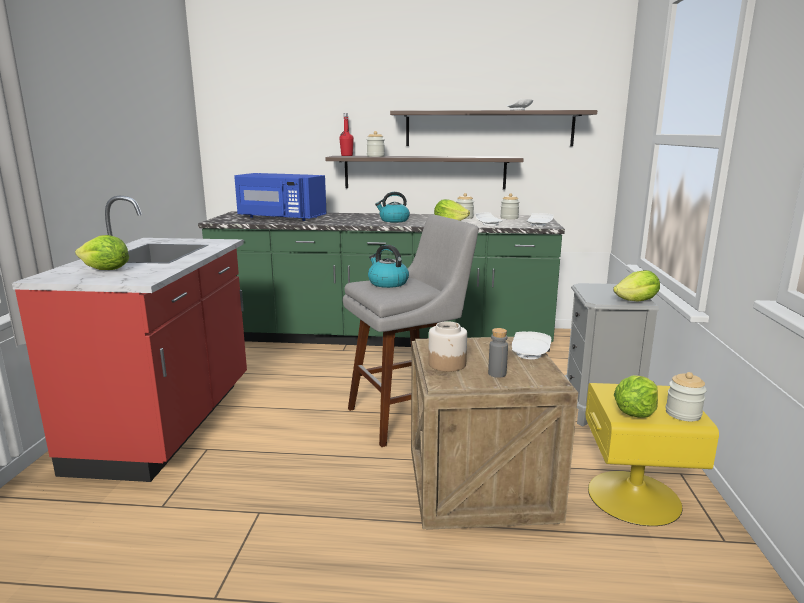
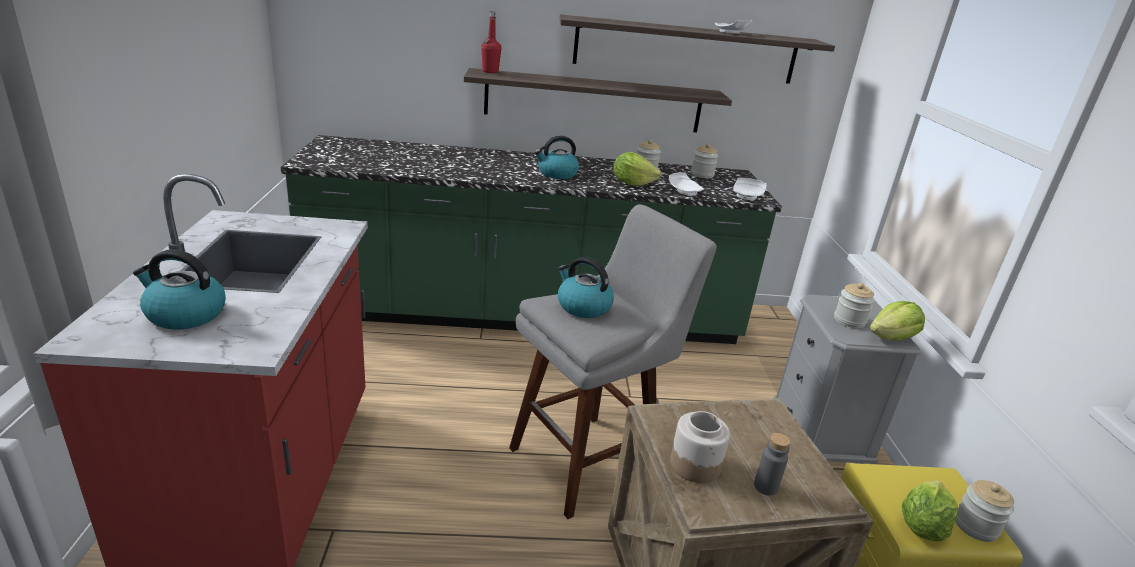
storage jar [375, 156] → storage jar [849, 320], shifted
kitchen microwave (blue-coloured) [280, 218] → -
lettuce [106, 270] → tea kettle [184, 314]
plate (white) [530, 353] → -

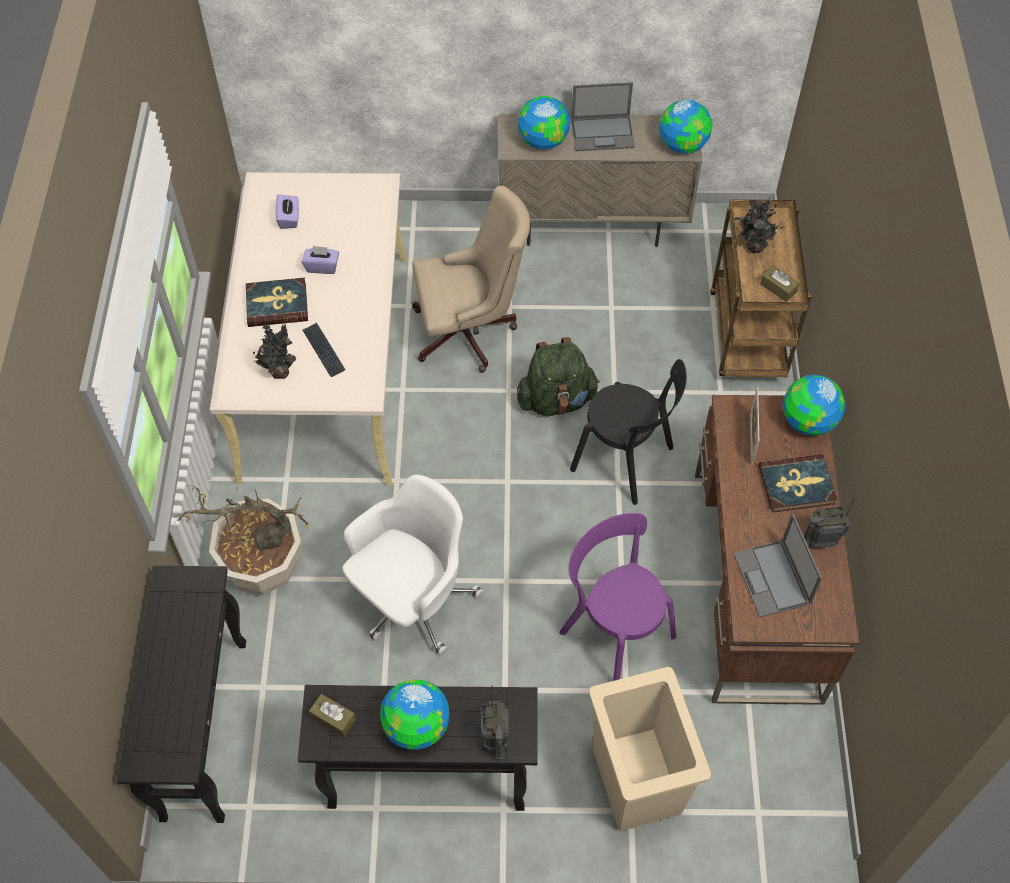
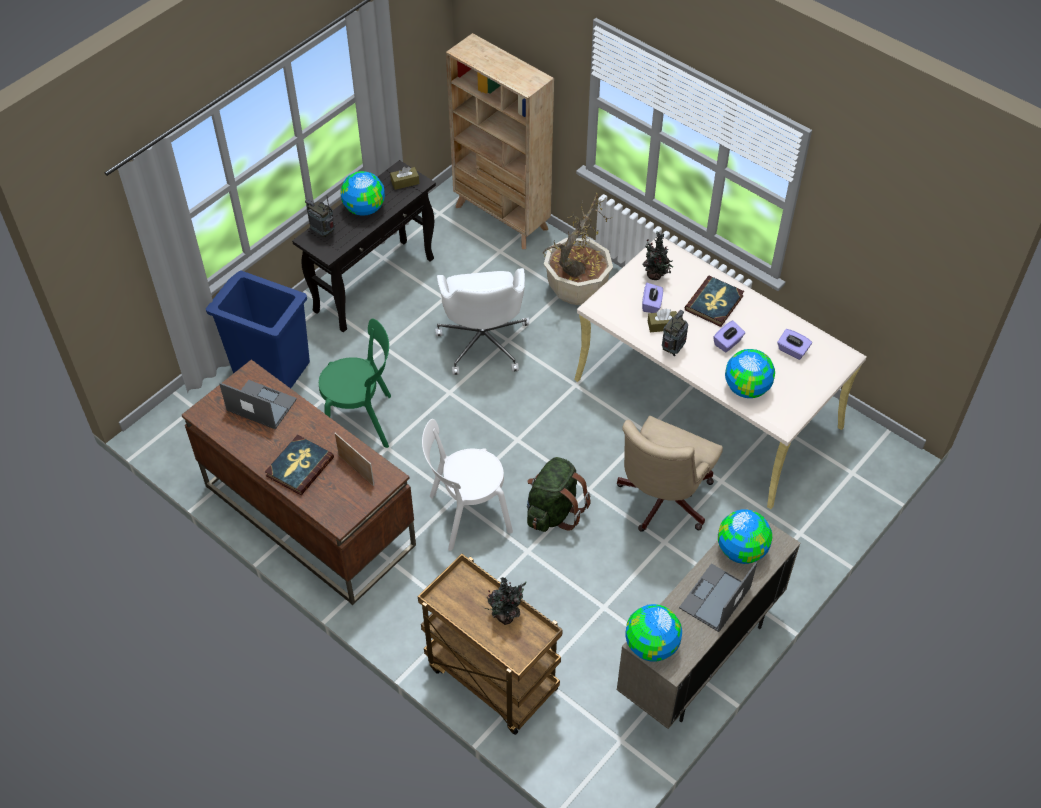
tissue holder (brownish) [778, 288] → tissue holder (brownish) [662, 325], shifted
keyboard [323, 350] → tissue holder (purple) [652, 304]
plain chair (blackish) [626, 461] → plain chair (white) [466, 515]
desk globe [808, 422] → desk globe [746, 388], shifted
radio set [820, 541] → radio set [673, 349], shifted
plain chair (purple) [614, 630] → plain chair (green-coloured) [362, 421]
narrow table (blackish) [204, 727] → bookshelf (beige-coloured) [501, 218]
trash can (beige-coloured) [635, 782] → trash can (blue-coloured) [271, 367]

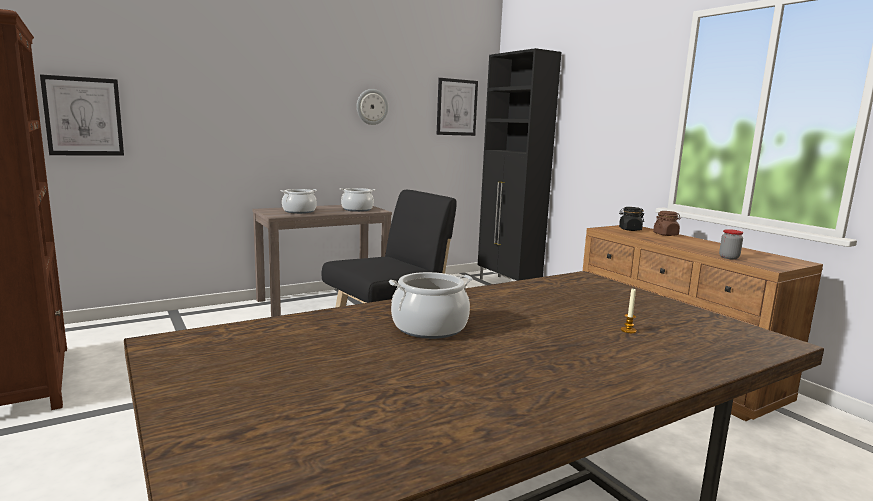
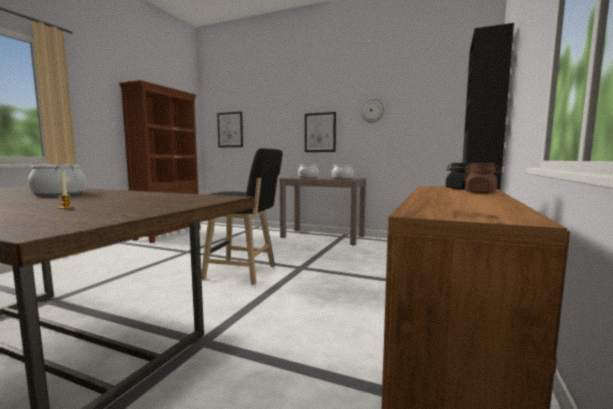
wall art [456, 107] → wall art [320, 132], shifted
storage jar [729, 257] → -

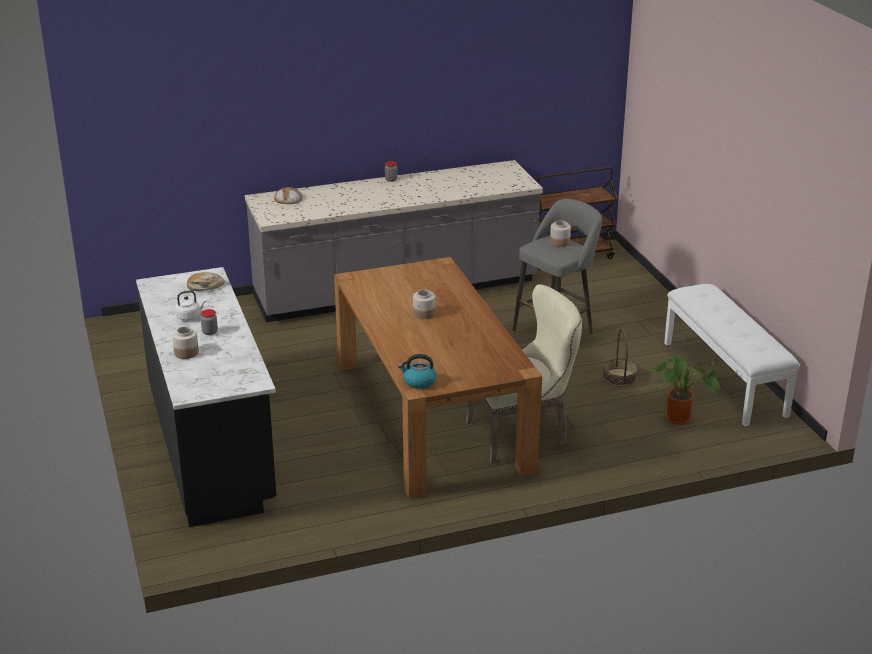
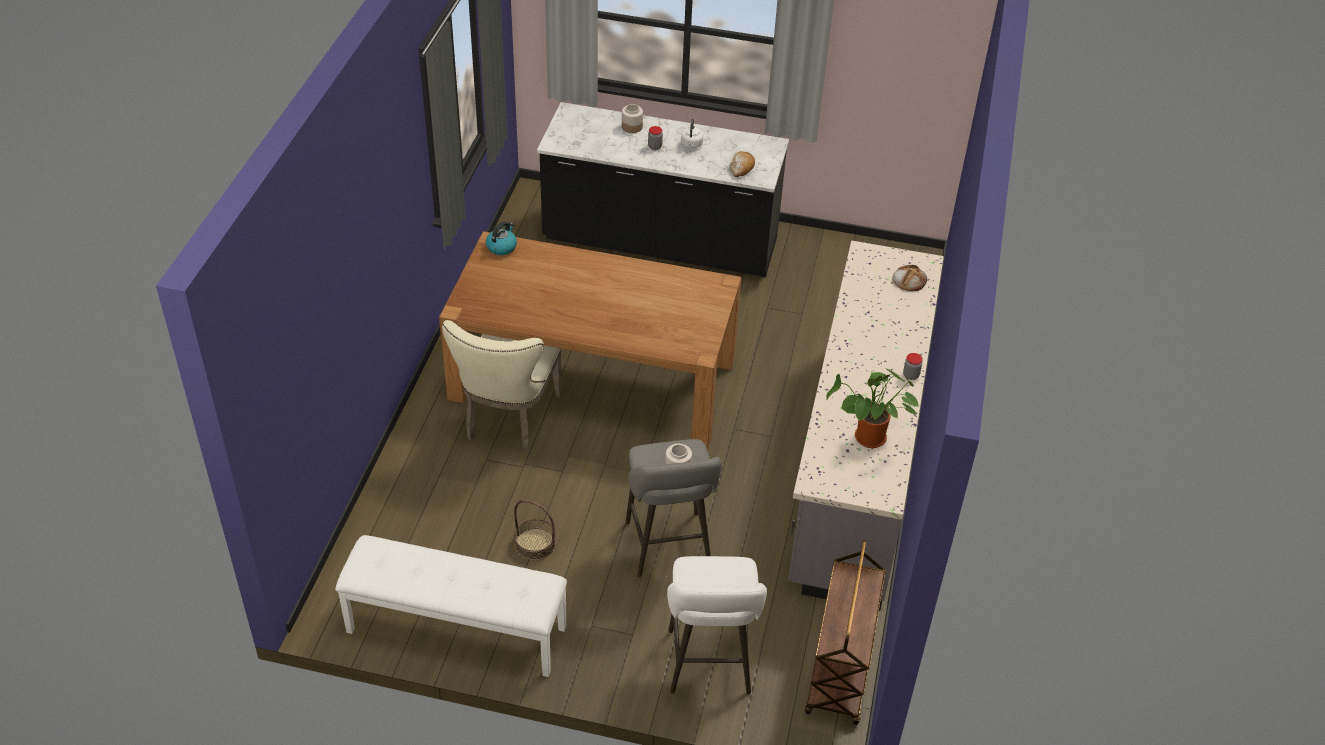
storage jar [424, 314] → -
potted plant [681, 418] → potted plant [868, 440], shifted
- → sitting stool (white) [709, 667]

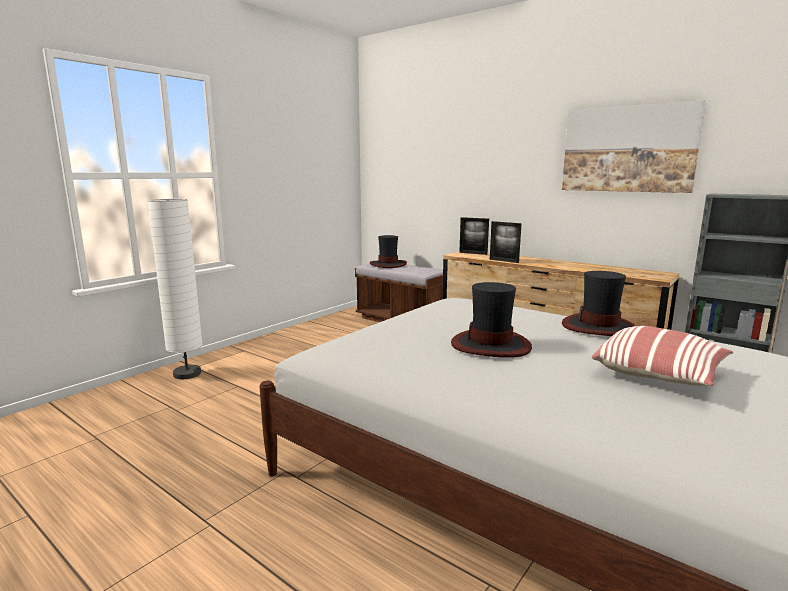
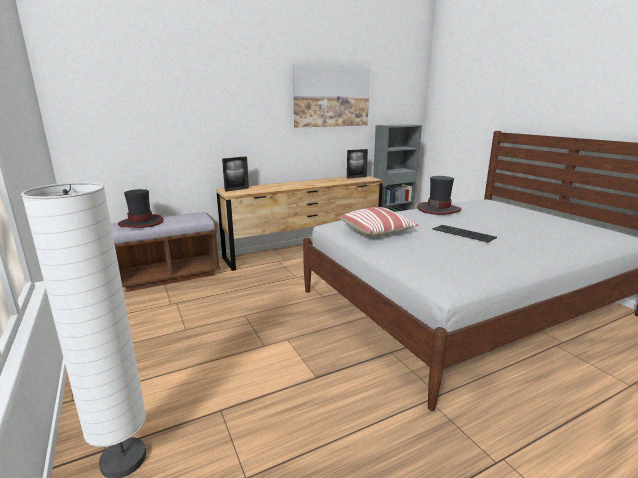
photo frame [504, 261] → photo frame [356, 177], shifted
clothing hat [491, 345] → keyboard [463, 233]
cushion [660, 374] → cushion [377, 231], shifted

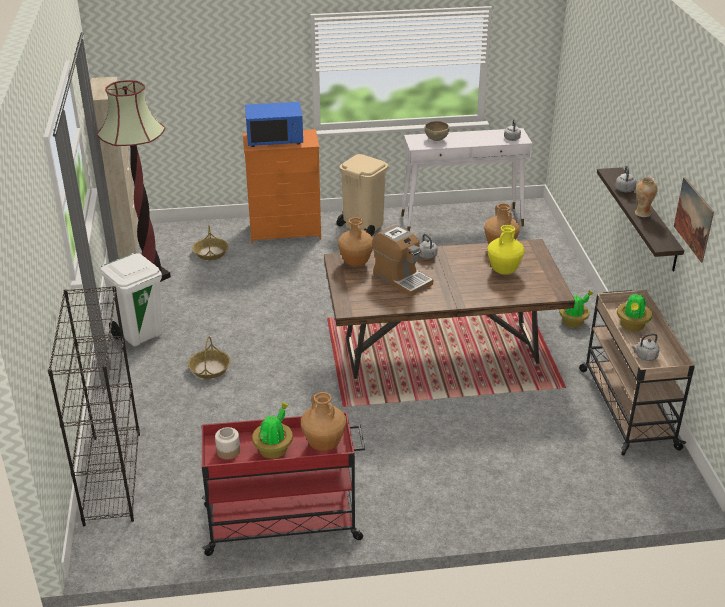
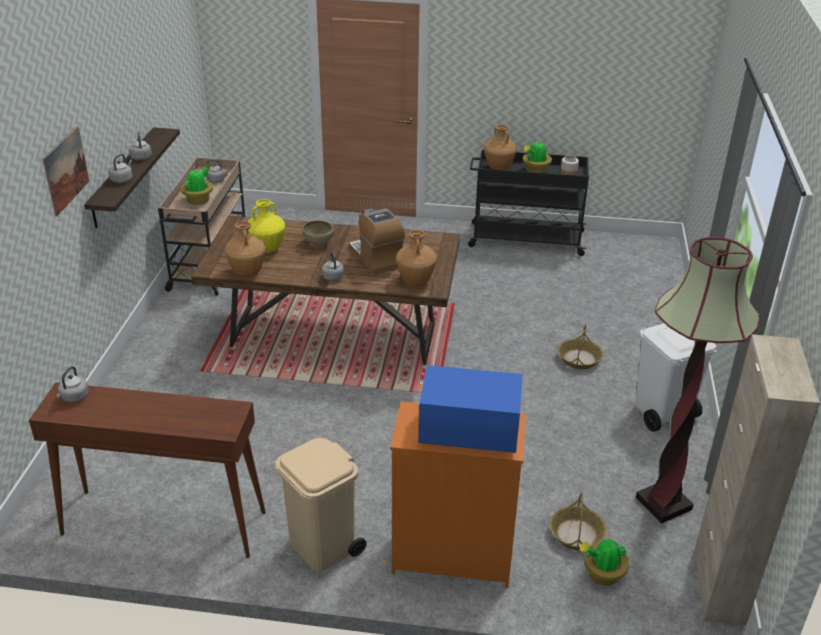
bowl (brownish) [436, 140] → bowl (brownish) [318, 244], shifted
narrow table (white) [462, 220] → narrow table (brownish) [163, 523]
flower vase [642, 213] → tea kettle (greyish) [141, 157]
wall art [693, 219] → wall art [66, 170], shifted
bookshelf (blackish) [112, 477] → -
potted plant [573, 322] → potted plant [602, 575], shifted
cart (red-coloured) [284, 523] → cart (blackish) [525, 239]

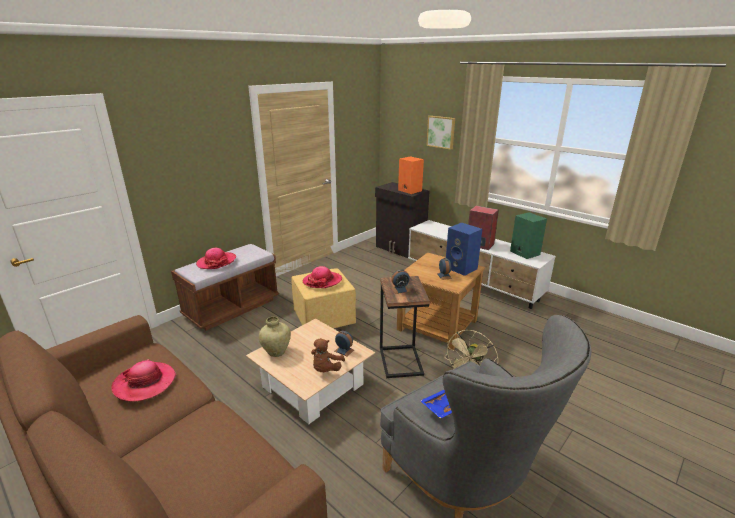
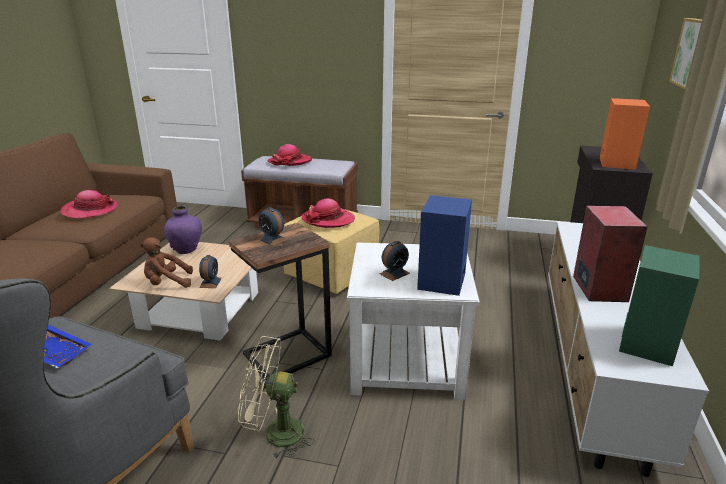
accent table (brownish) [437, 325] → accent table (white) [407, 361]
flower vase (beige-coloured) [276, 352] → flower vase (purple) [186, 250]

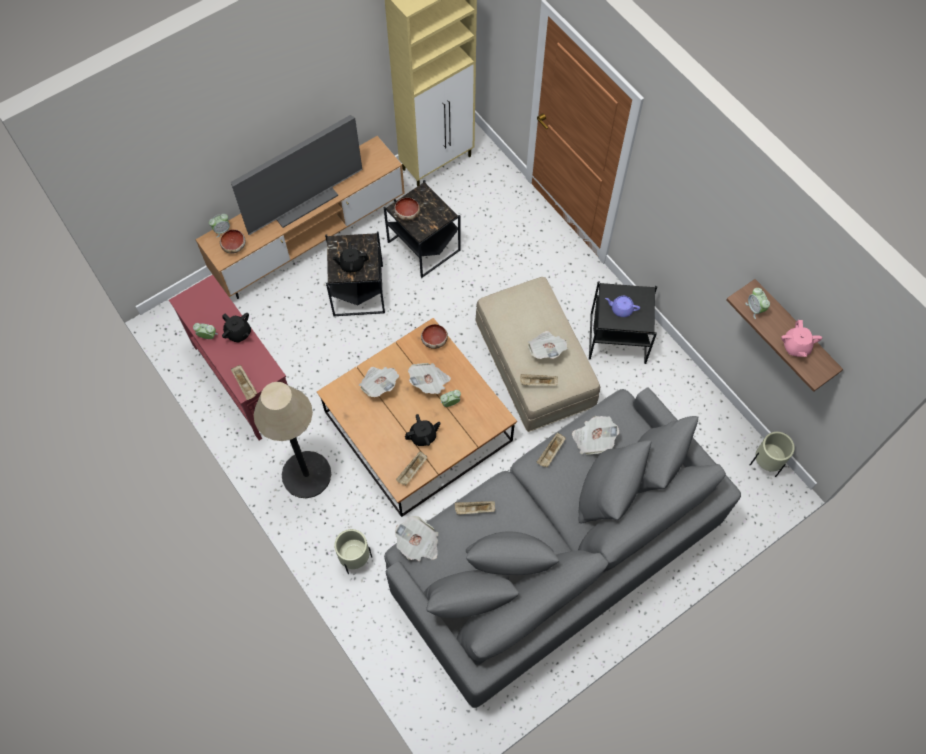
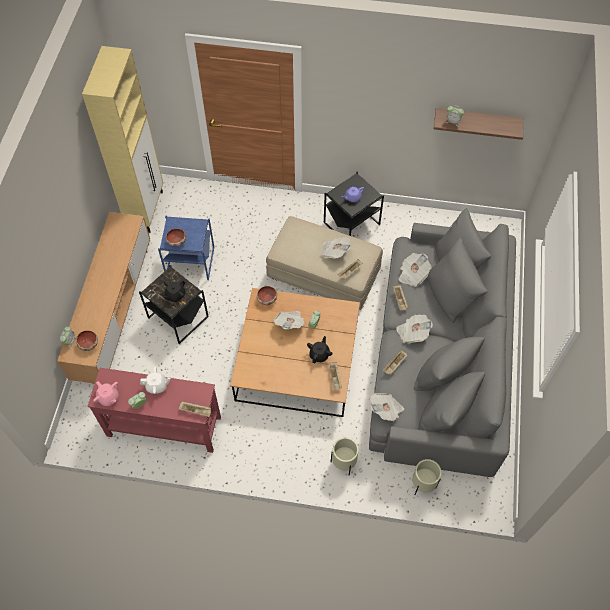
TV [302, 200] → -
accent table (blackish) [424, 246] → accent table (blue-coloured) [190, 261]
pot for tea (blackish) [238, 333] → pot for tea (white) [157, 386]
pot for tea (pink) [795, 346] → pot for tea (pink) [108, 397], shifted
printed paper [379, 384] → printed paper [412, 333], shifted
standard lamp [306, 474] → -
flower pot (beige-coloured) [765, 464] → flower pot (beige-coloured) [422, 485], shifted

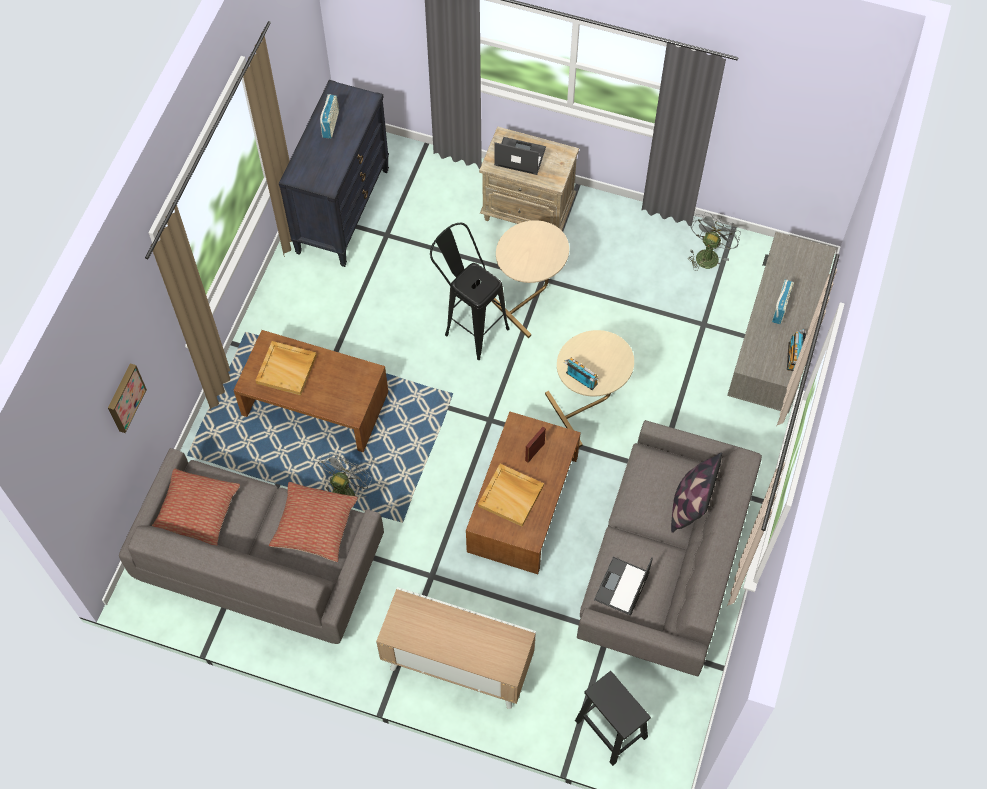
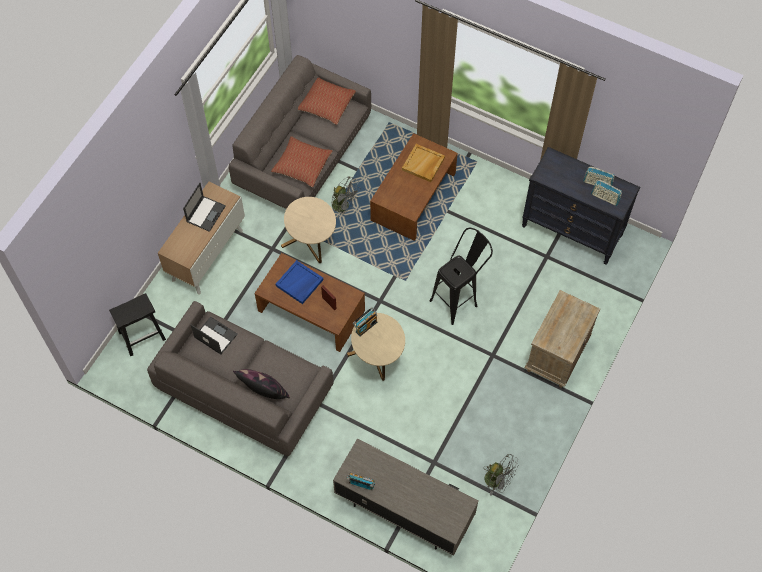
portable computer [519, 156] → portable computer [206, 213], shifted
accent table (beige-coloured) [529, 299] → accent table (beige-coloured) [312, 252], shifted
radio set [780, 308] → radio set [605, 197], shifted
wall art [124, 397] → -
carrying tray (beige-coloured) [511, 496] → carrying tray (blue-coloured) [299, 283]

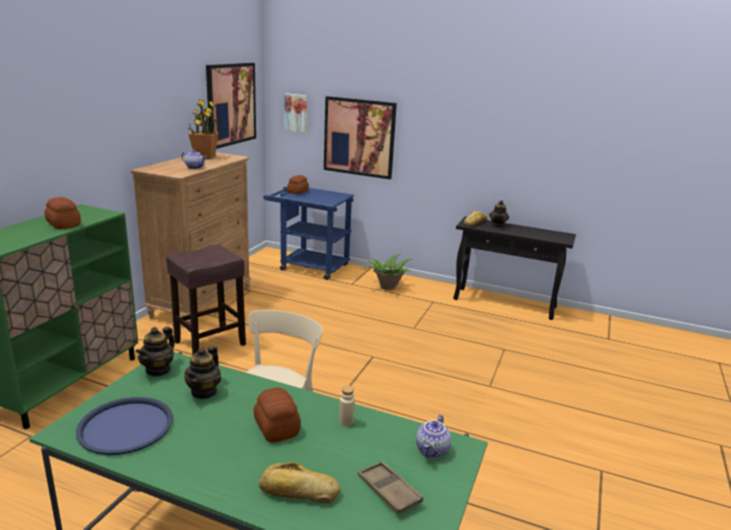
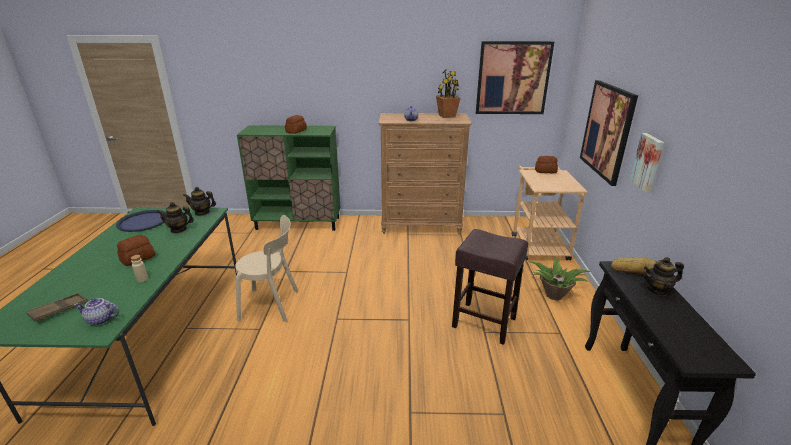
wall art [296, 112] → wall art [648, 162], shifted
cart (blue-coloured) [308, 266] → cart (beige-coloured) [537, 244]
sitting stool (brownish) [209, 343] → sitting stool (brownish) [483, 322], shifted
bakery bread [298, 491] → -

